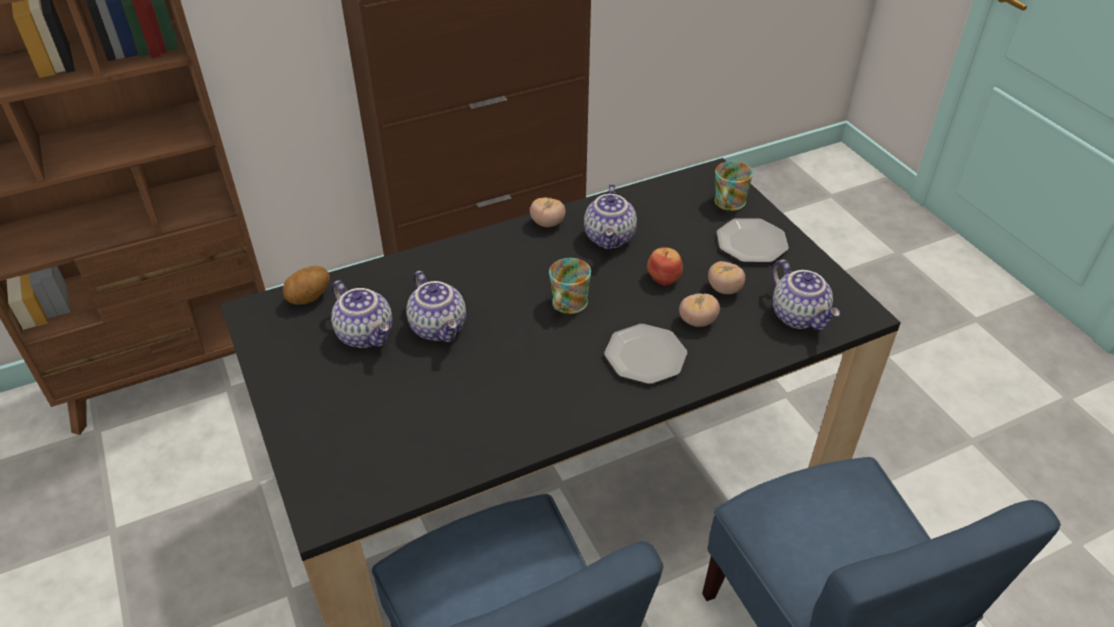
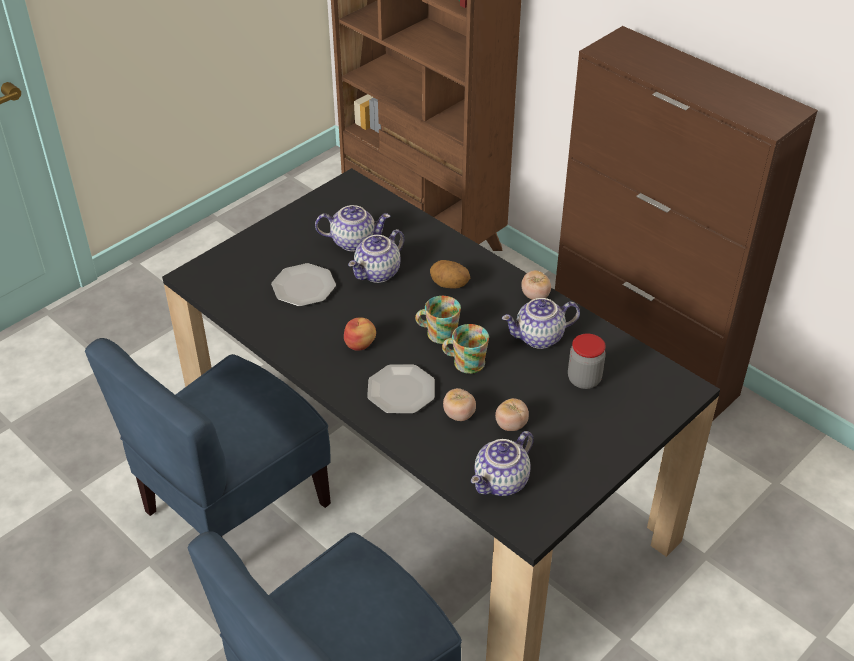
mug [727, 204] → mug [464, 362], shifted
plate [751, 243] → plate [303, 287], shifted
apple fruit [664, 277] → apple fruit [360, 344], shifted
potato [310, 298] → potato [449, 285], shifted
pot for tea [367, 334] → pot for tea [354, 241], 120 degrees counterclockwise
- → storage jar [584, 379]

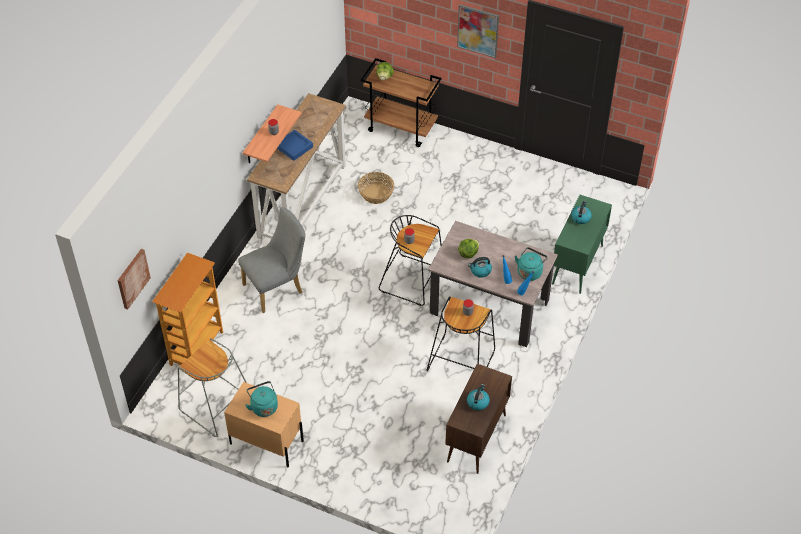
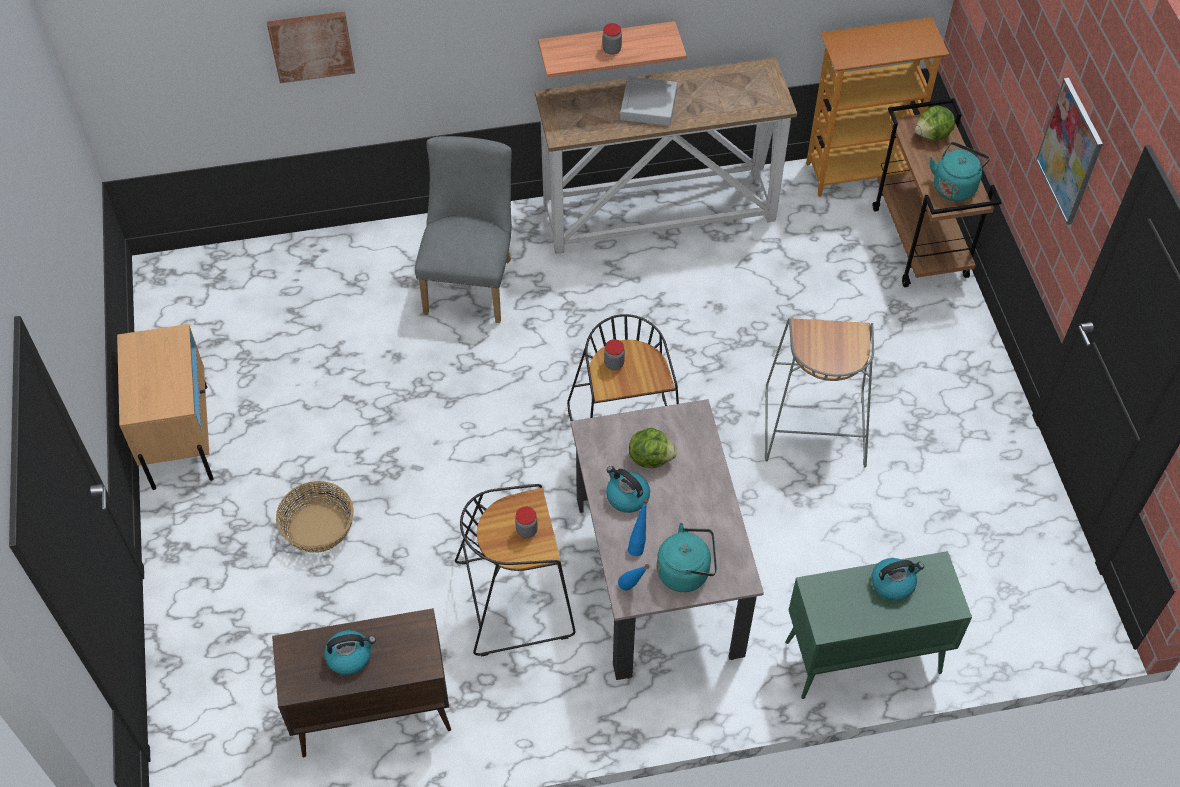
carrying tray (blue-coloured) [294, 147] → carrying tray (greyish) [648, 105]
basket [376, 194] → basket [318, 528], shifted
plain chair (greyish) [277, 287] → plain chair (greyish) [471, 281], 105 degrees counterclockwise
wall art [132, 278] → wall art [311, 45], shifted
bookshelf [196, 348] → bookshelf [857, 172], shifted
sitting stool (greyish) [215, 405] → sitting stool (greyish) [813, 425], shifted
tea kettle (turquoise) [263, 406] → tea kettle (turquoise) [955, 186], shifted

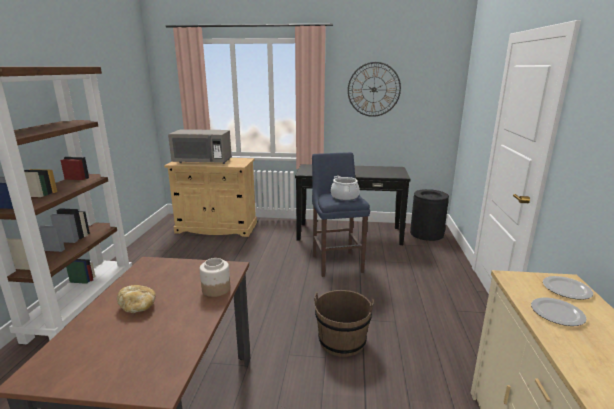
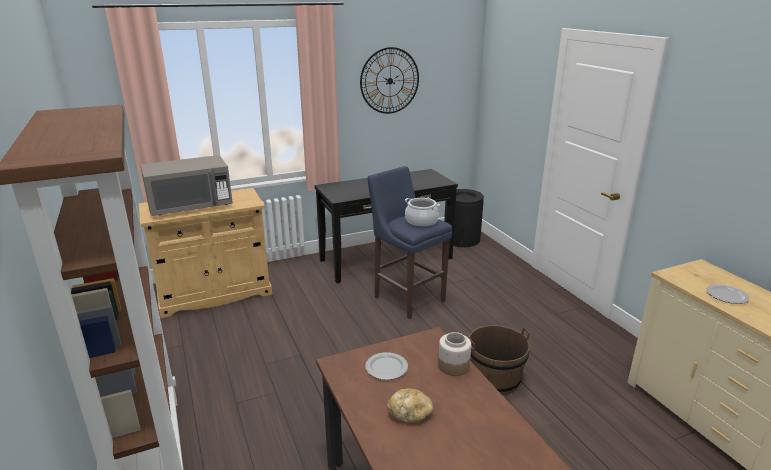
plate [566, 289] → plate [386, 367], shifted

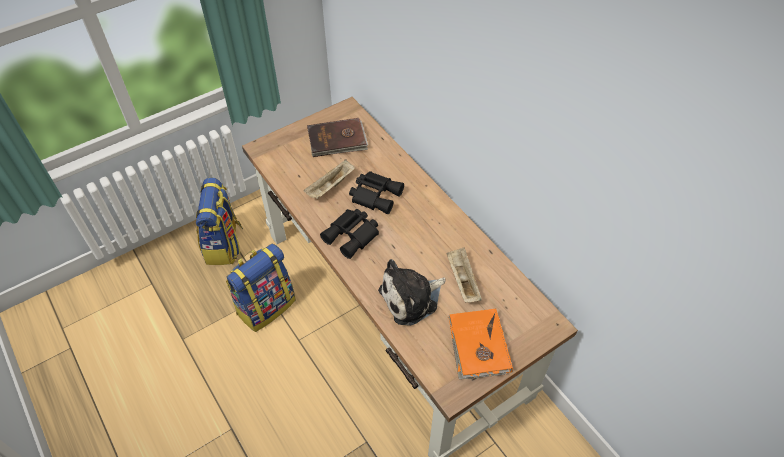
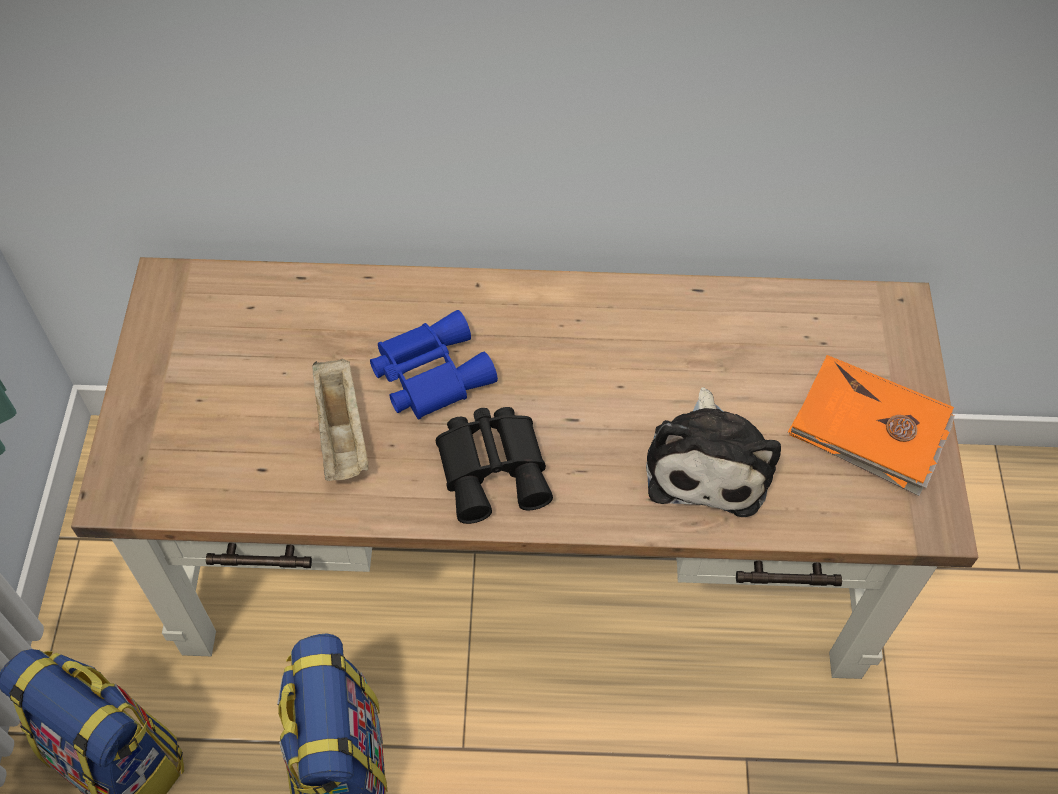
book (brownish) [337, 140] → -
binoculars (blackish) [375, 194] → binoculars (blue-coloured) [429, 373]
carrying tray (beige-coloured) [462, 280] → -

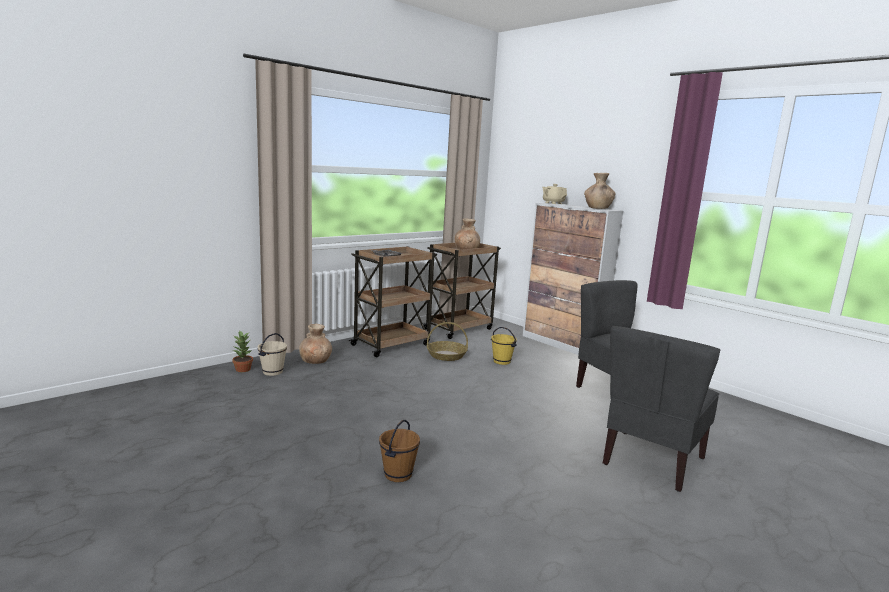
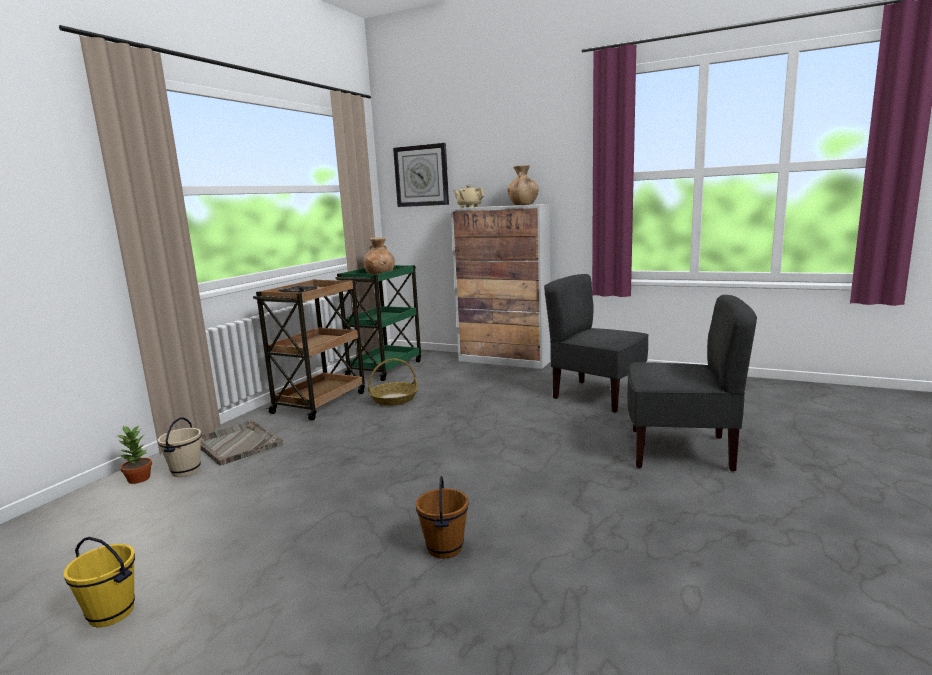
cart (brownish) [459, 328] → cart (green-coloured) [385, 368]
flower vase (brownish) [315, 361] → carrying tray (greyish) [237, 443]
plain chair (greyish) [651, 460] → plain chair (greyish) [680, 451], 90 degrees counterclockwise
water bucket (yellowish) [501, 361] → water bucket (yellowish) [111, 614], shifted
- → hanging clock [421, 176]

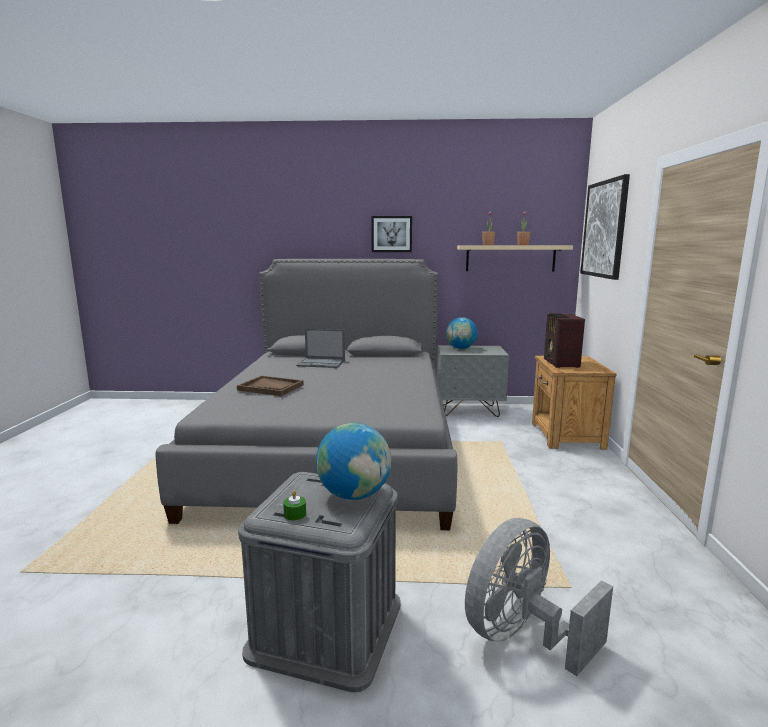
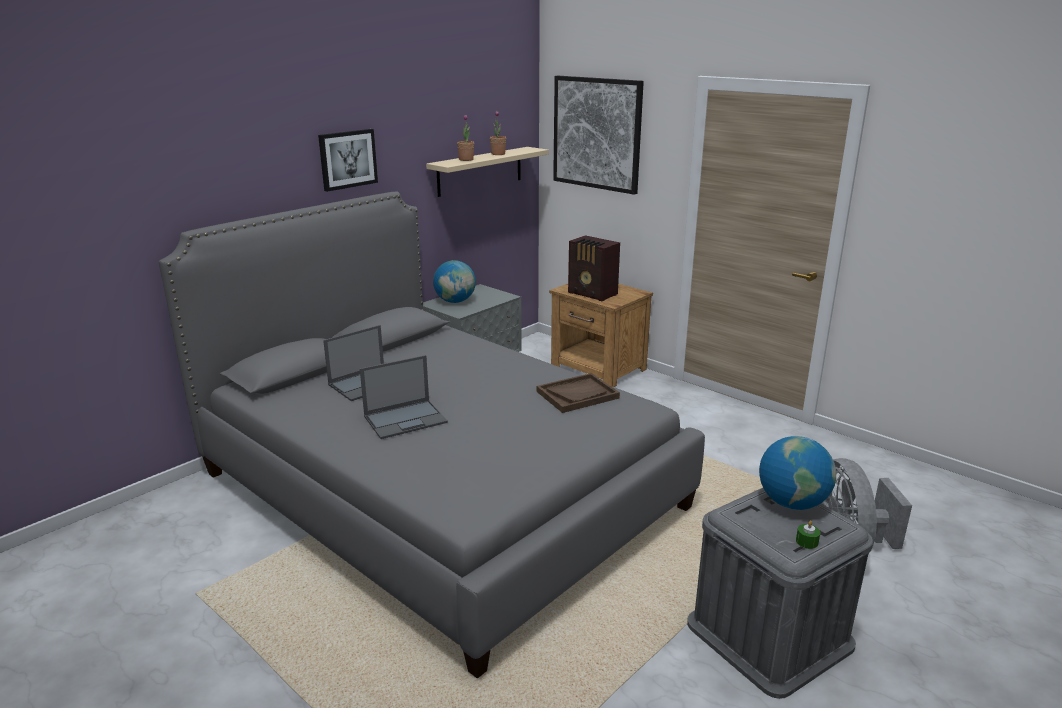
carrying tray (brownish) [271, 387] → carrying tray (brownish) [577, 395], shifted
- → portable computer [406, 419]

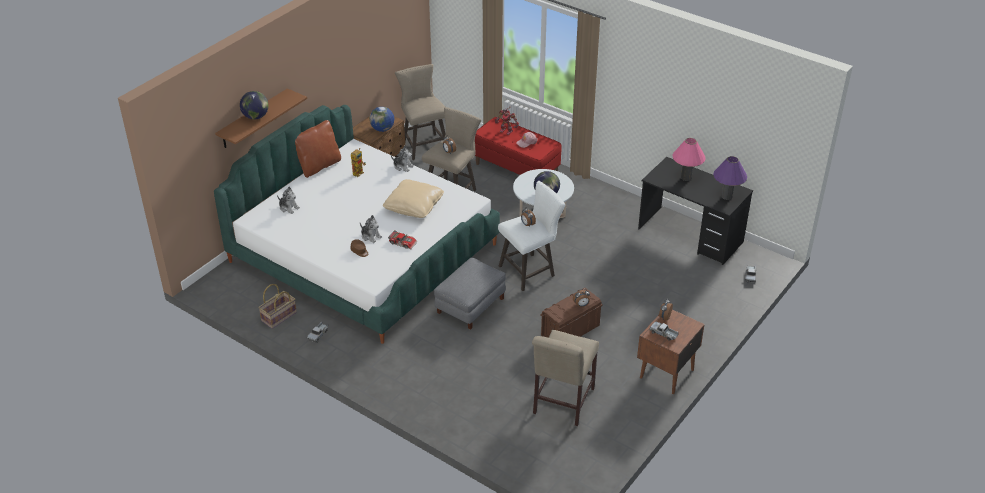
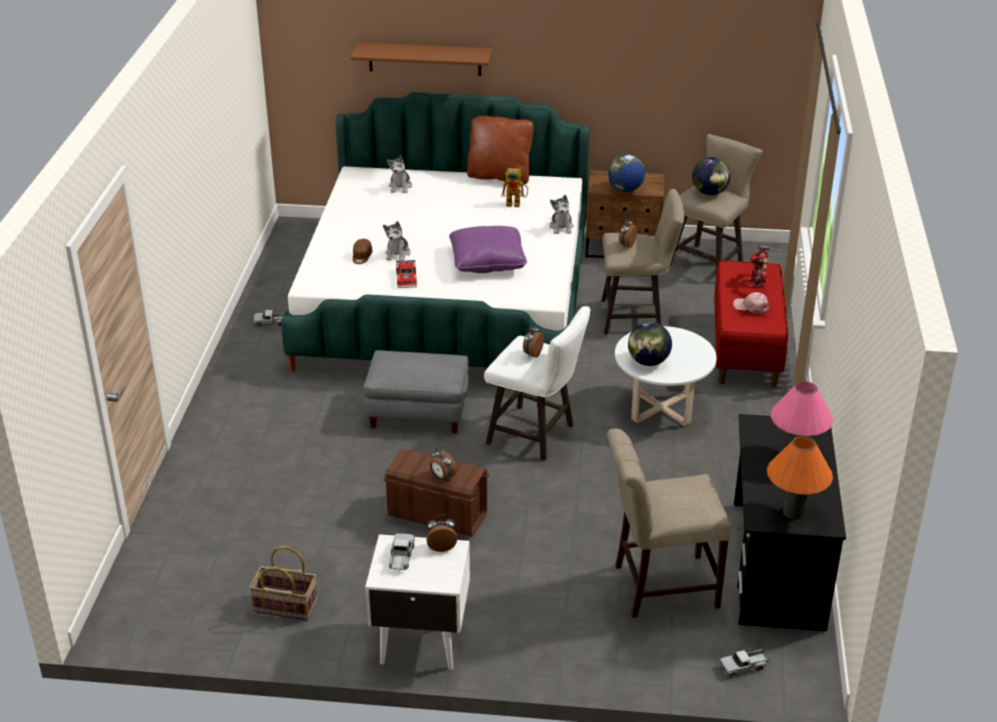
desk globe [255, 117] → desk globe [709, 193], shifted
table lamp (purple) [726, 196] → table lamp (orange) [793, 512]
cushion (beige-coloured) [414, 206] → cushion (purple) [487, 262]
basket [279, 317] → basket [285, 607], shifted
bedside table (brownish) [666, 374] → bedside table (white) [420, 641]
plain chair (beige-coloured) [561, 403] → plain chair (beige-coloured) [659, 586], shifted

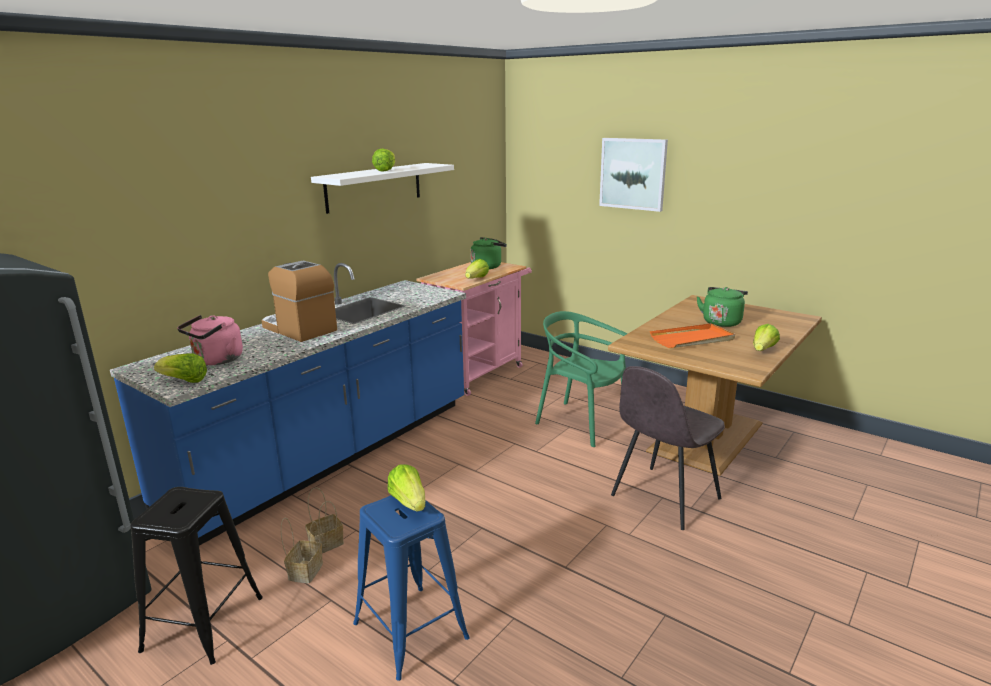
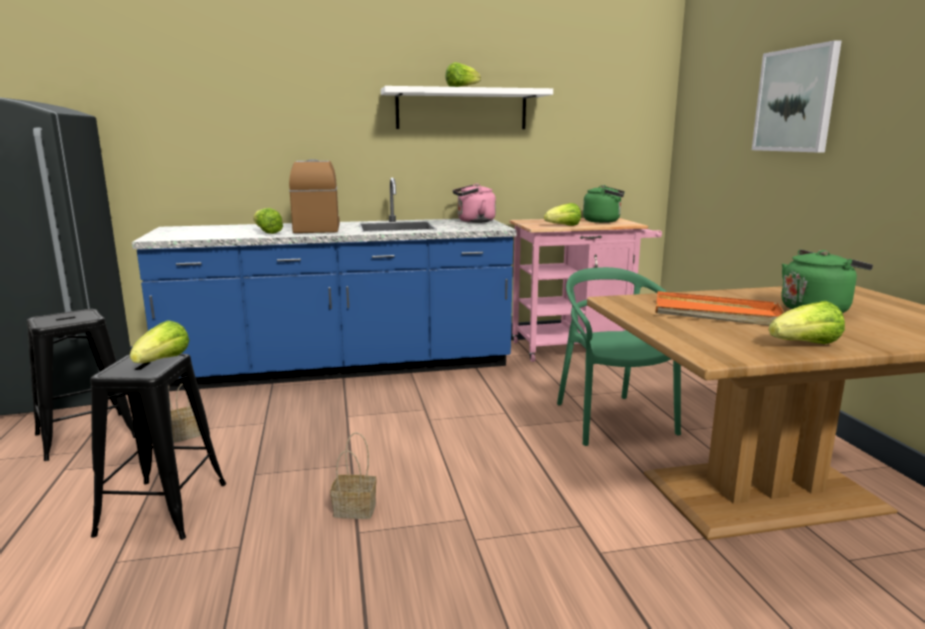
tea kettle (pink) [216, 360] → tea kettle (pink) [473, 221], shifted
lettuce [184, 381] → lettuce [267, 232], shifted
plain chair (greyish) [663, 498] → -
basket [327, 543] → basket [356, 509], shifted
sitting stool (blue-coloured) [411, 631] → sitting stool (blackish) [163, 509]

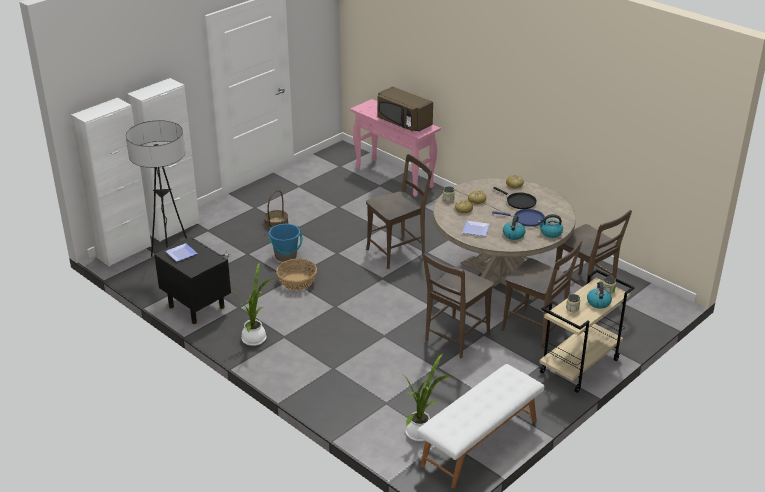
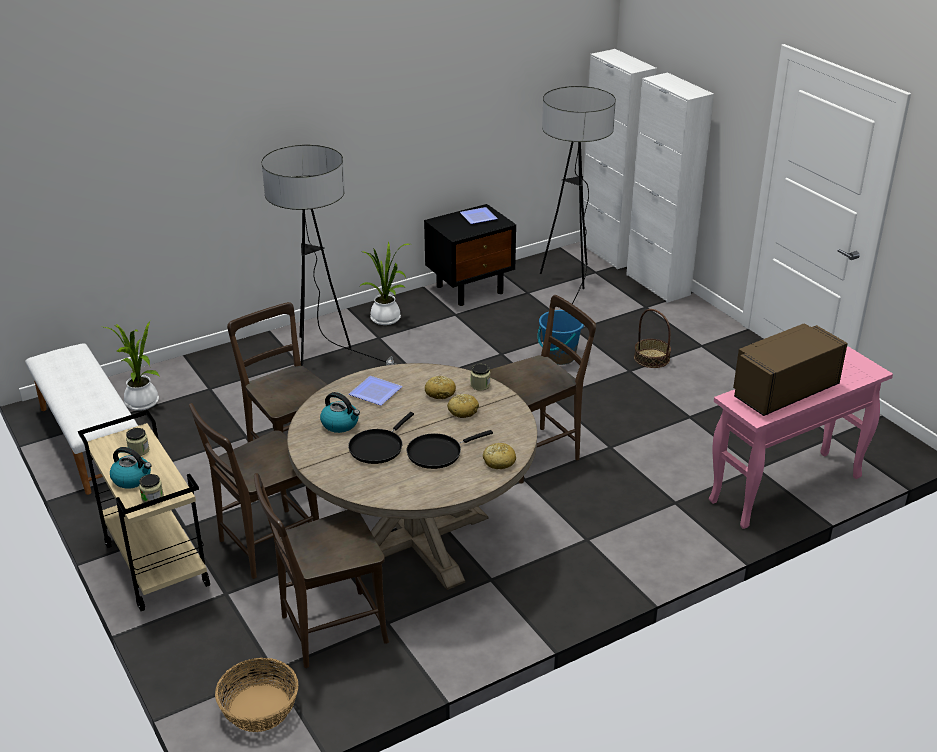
plain chair (brownish) [398, 251] → plain chair (brownish) [536, 453], 105 degrees counterclockwise
skillet (blue-coloured) [526, 219] → skillet (blackish) [378, 447]
tea kettle [550, 233] → -
basket [297, 281] → basket [260, 708], shifted
- → standard lamp [321, 355]

